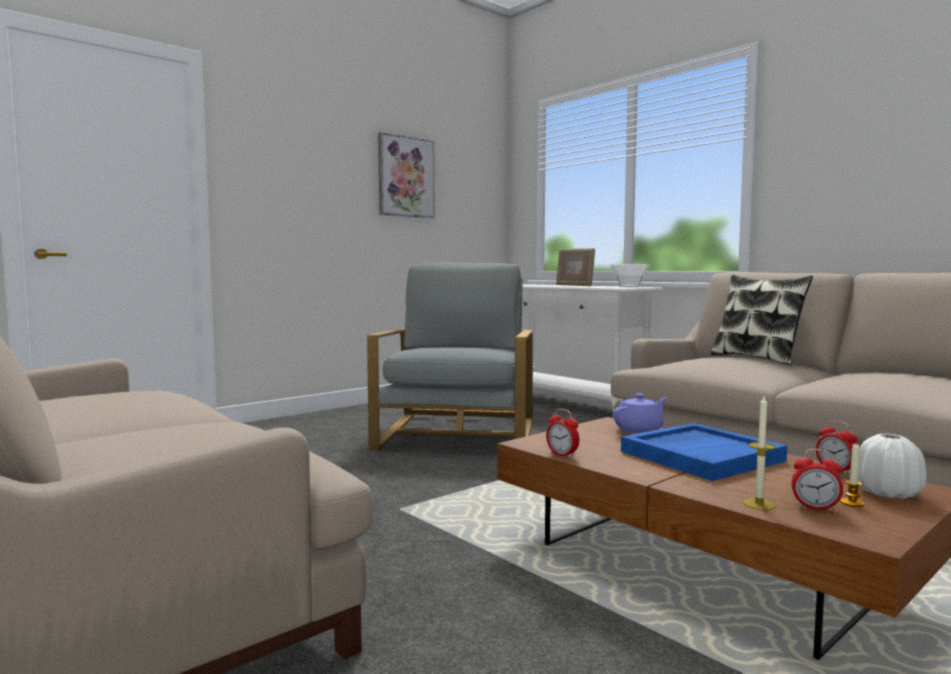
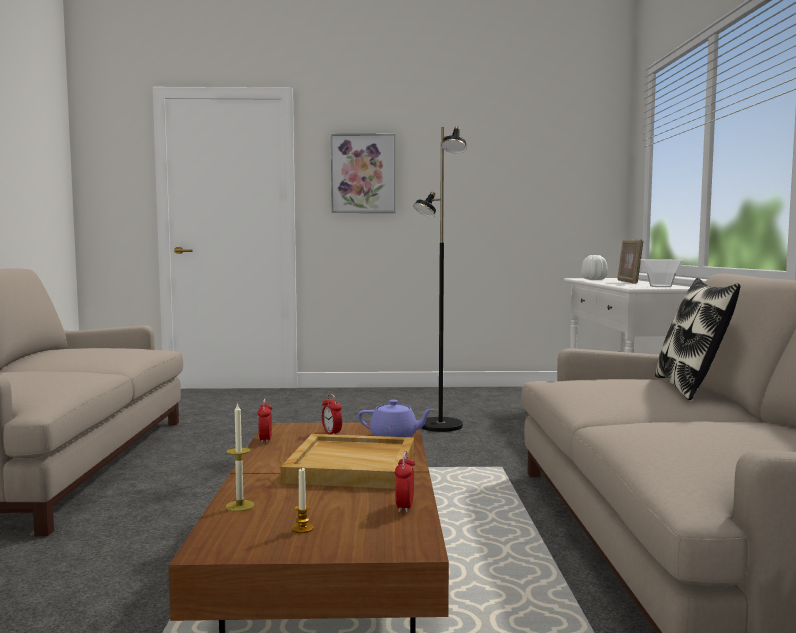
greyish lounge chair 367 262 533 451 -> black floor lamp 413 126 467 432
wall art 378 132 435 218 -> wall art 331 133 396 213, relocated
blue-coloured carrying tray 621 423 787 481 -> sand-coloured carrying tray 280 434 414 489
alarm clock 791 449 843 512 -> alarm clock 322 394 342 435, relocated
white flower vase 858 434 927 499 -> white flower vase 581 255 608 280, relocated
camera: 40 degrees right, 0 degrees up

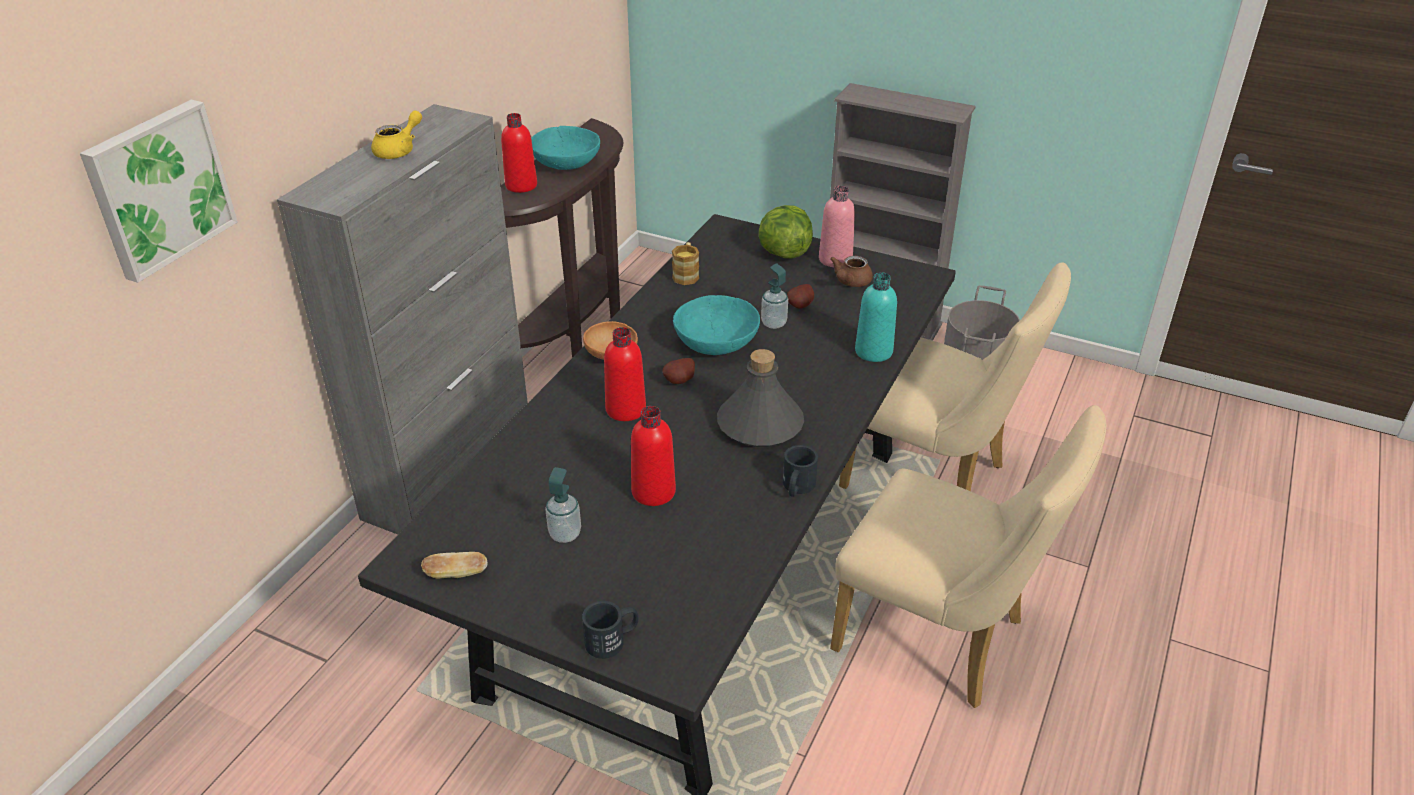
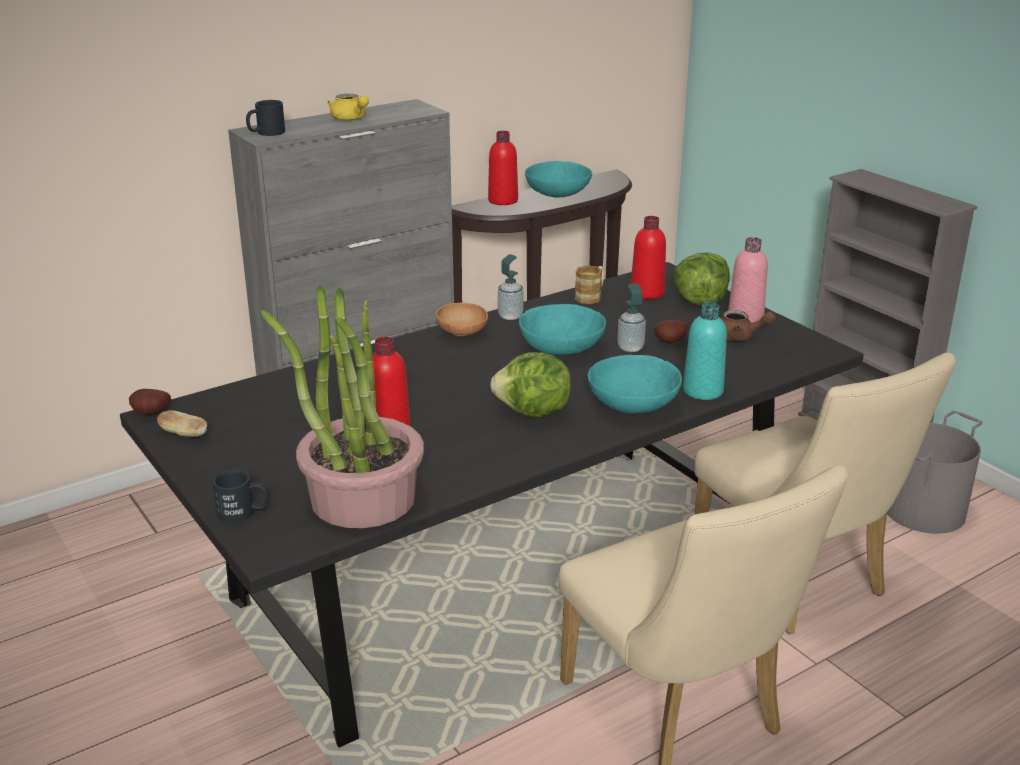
wall art 80 100 238 283 -> none
yellowish tea pot 371 111 422 159 -> yellowish tea pot 327 94 369 120, 75 degrees clockwise
liquid soap bottle 545 467 581 543 -> liquid soap bottle 498 254 524 320, relocated
red drink bottle 604 327 646 421 -> red drink bottle 631 216 666 299, relocated
whole potato 662 358 695 384 -> whole potato 129 389 171 415, relocated
greyish drink bottle 717 349 804 447 -> lettuce 490 352 571 418
black coffee mug 783 445 818 497 -> black coffee mug 246 100 285 136, relocated
brownish tea pot 830 256 873 287 -> brownish tea pot 721 310 776 341, 135 degrees counterclockwise
none -> potted plant 261 286 424 528
none -> turquoise bowl 588 355 682 414
camera: 30 degrees right, 10 degrees down

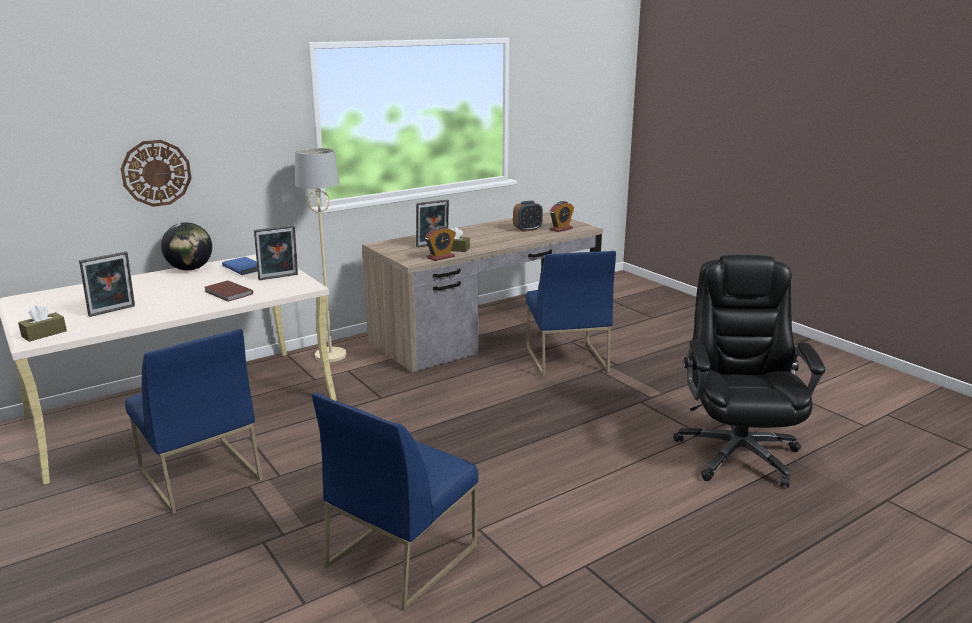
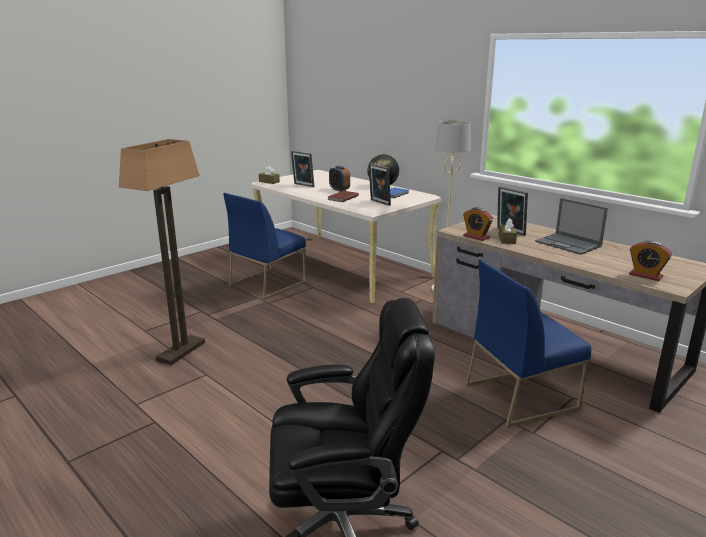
wall clock 121 140 192 207 -> none
blue-coloured plain chair 312 393 478 611 -> floor lamp 119 139 205 365
alarm clock 513 201 543 232 -> alarm clock 329 166 350 192, relocated
none -> portable computer 535 198 608 255
camera: 80 degrees right, 0 degrees up

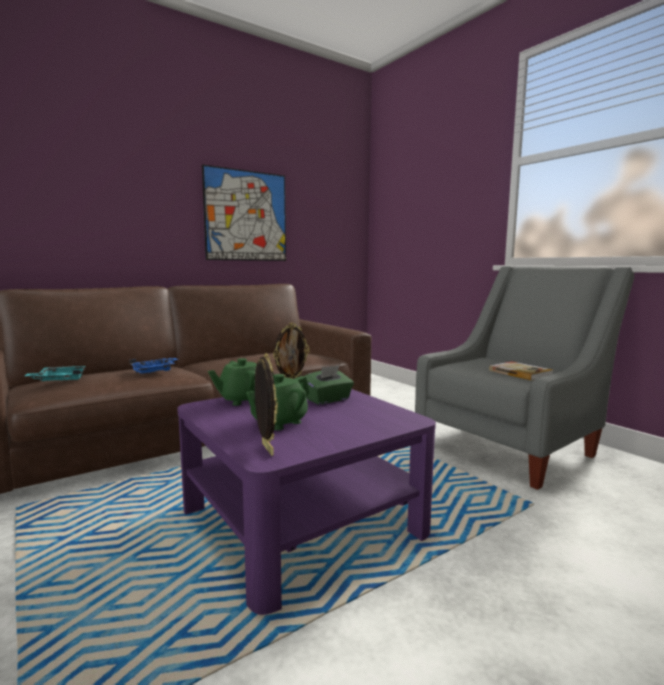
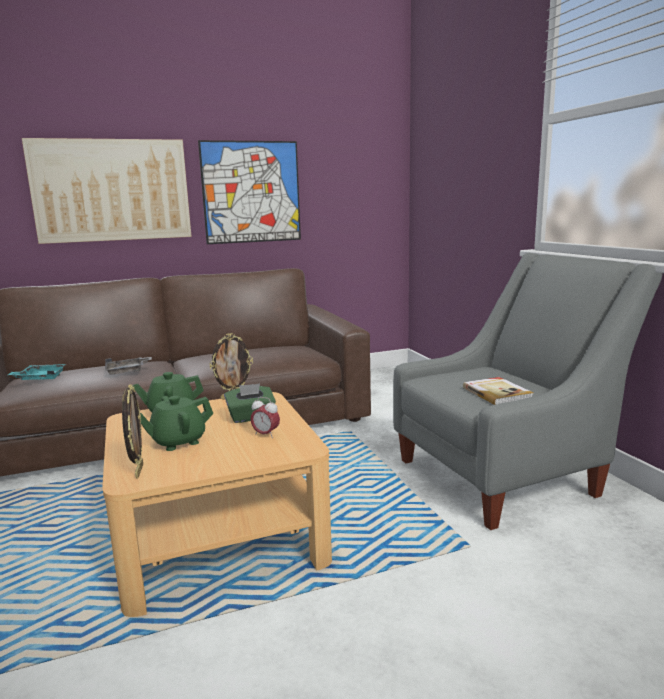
blue-coloured carrying tray 130 358 178 374 -> greyish carrying tray 105 357 152 374
purple-coloured lounge table 177 389 436 615 -> sand-coloured lounge table 102 392 332 617
none -> wall art 22 138 192 244
none -> alarm clock 251 397 280 438
camera: 15 degrees right, 5 degrees up

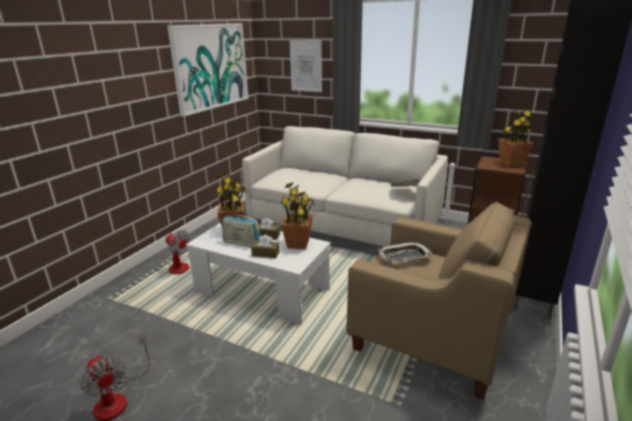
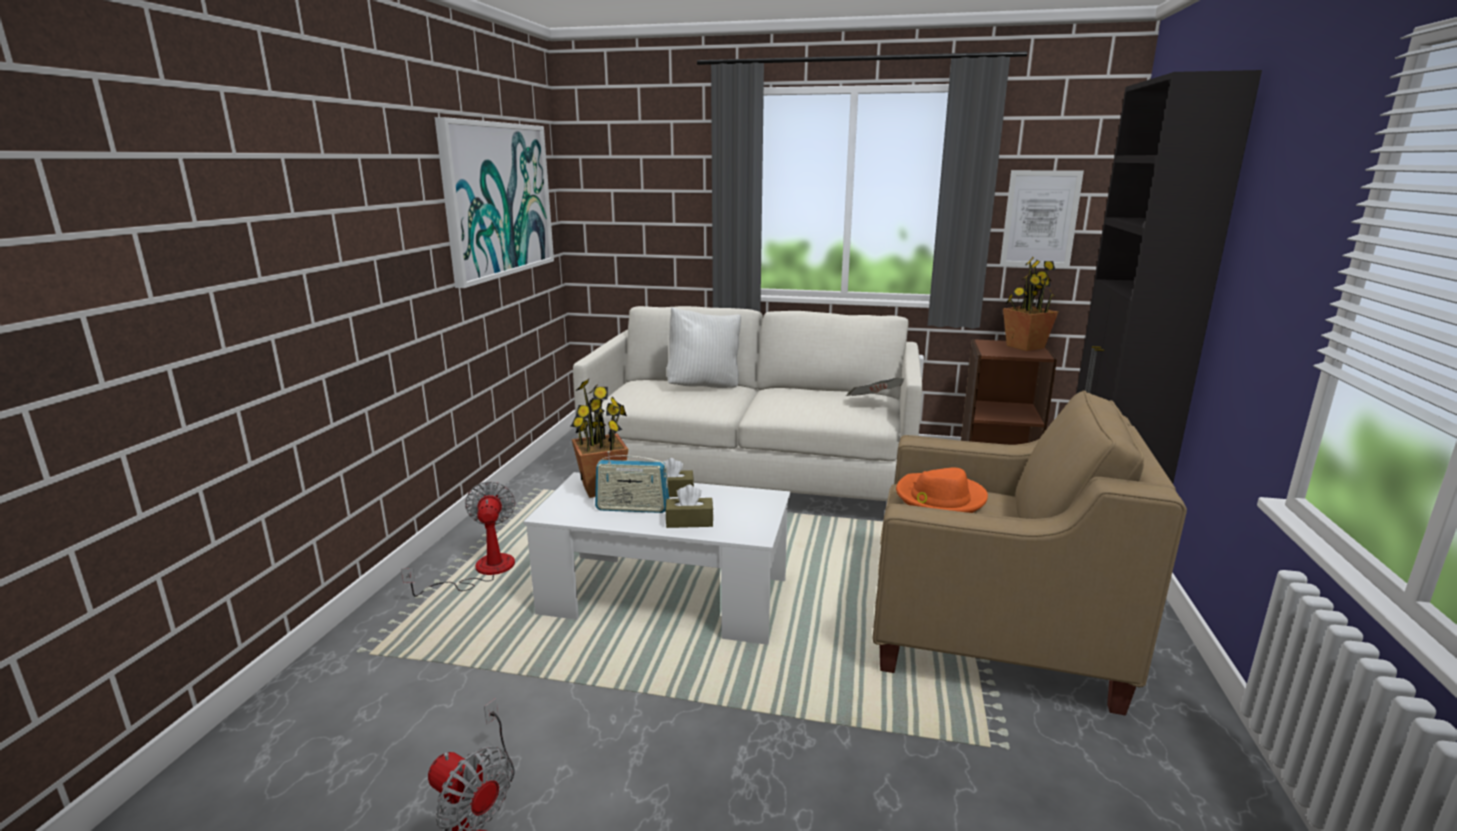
fan 166 230 191 274 -> fan 401 481 516 597, 120 degrees counterclockwise
potted plant 281 182 316 249 -> none
wall art 290 40 322 92 -> wall art 1000 170 1084 268, relocated
carrying tray 378 242 432 263 -> orange-coloured clothing hat 896 468 988 513
none -> white throw pillow 667 307 741 388
camera: 15 degrees left, 5 degrees down

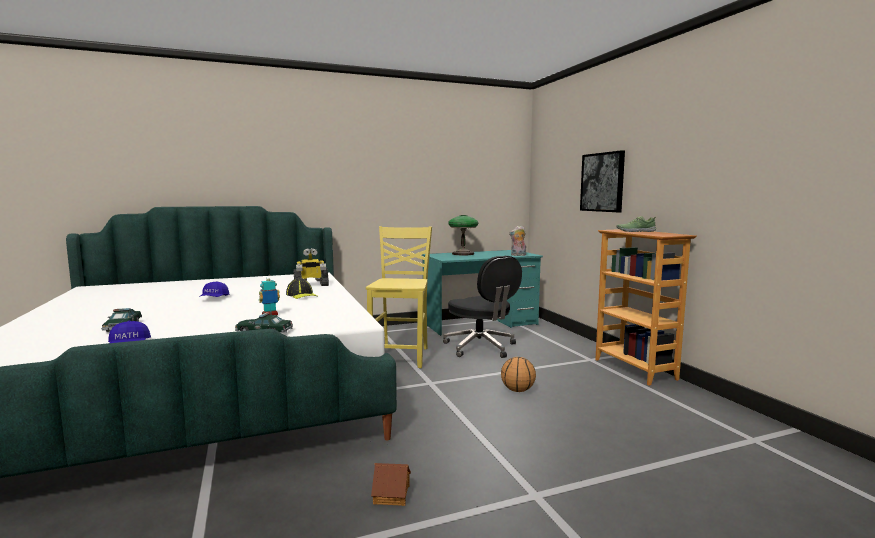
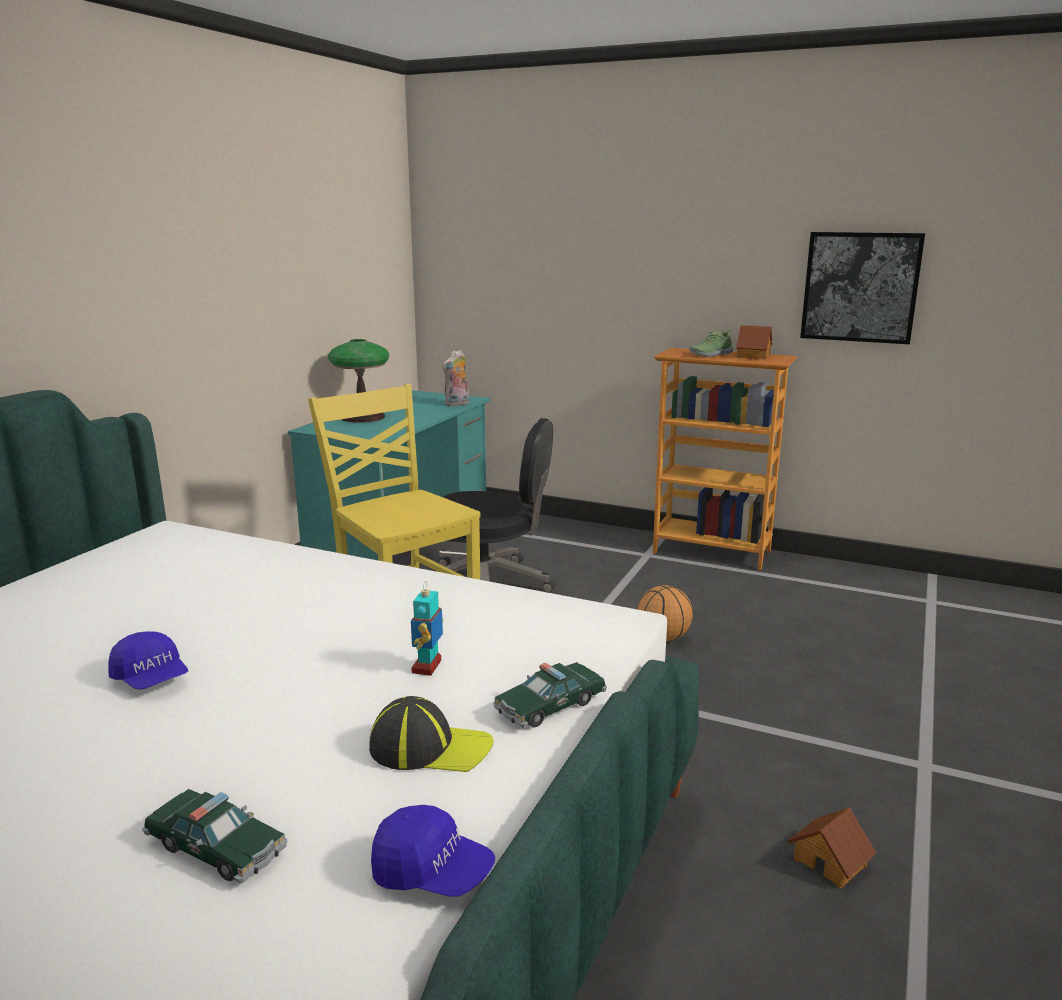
cap 286 278 317 299 -> cap 369 696 494 772, relocated
toy robot 294 248 329 286 -> none
wall art 580 150 625 212 -> wall art 800 232 925 344, relocated
none -> toy house 736 325 772 359
camera: 45 degrees left, 10 degrees up

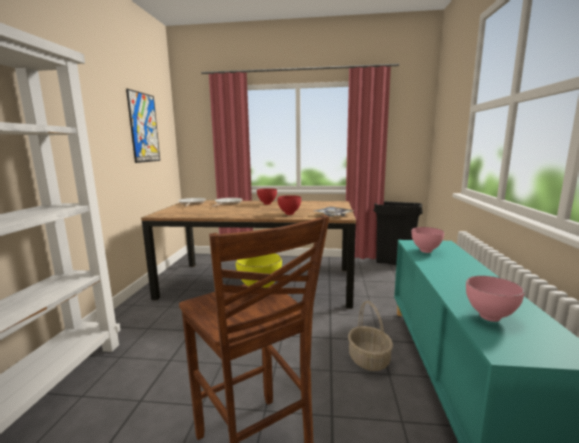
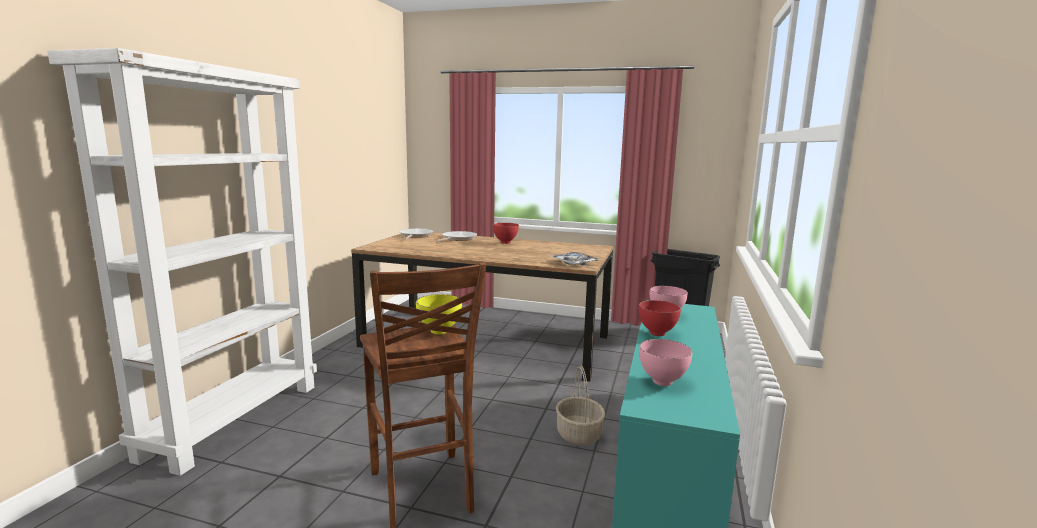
wall art 126 89 160 163 -> none
red bowl 277 195 301 215 -> red bowl 639 300 681 336, relocated
camera: 10 degrees right, 0 degrees up

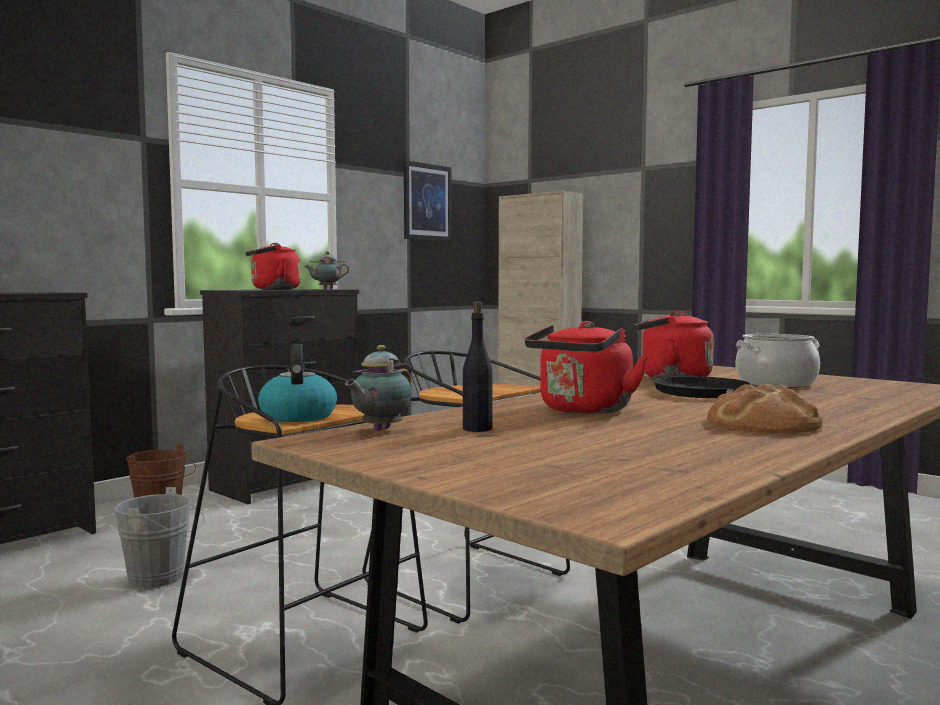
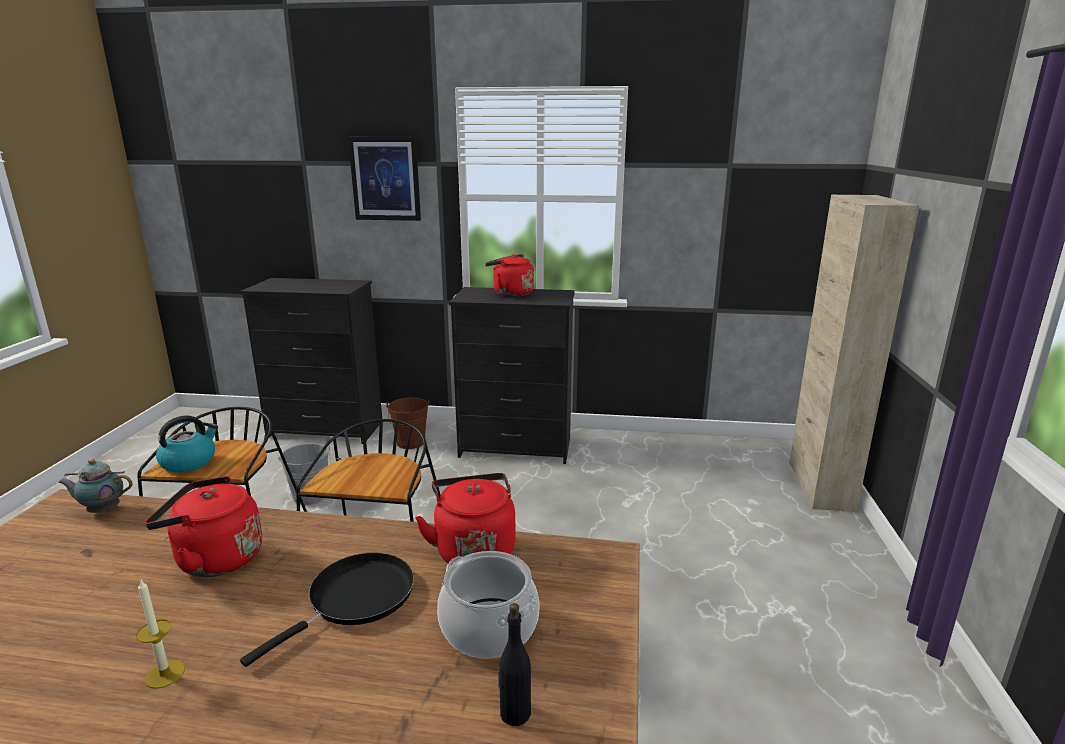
tea pot 305 252 349 289 -> none
wall art 404 160 452 241 -> wall art 348 137 421 221, relocated
black drink bottle 463 302 493 432 -> black drink bottle 498 603 531 726, relocated
baked bread 707 383 823 433 -> wax light 136 578 185 689
camera: 55 degrees right, 15 degrees up

